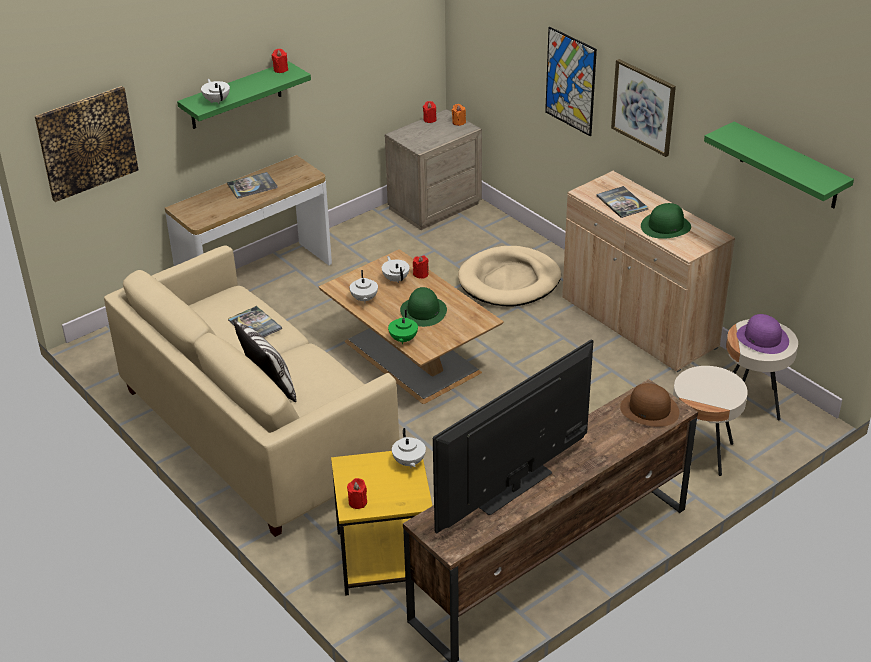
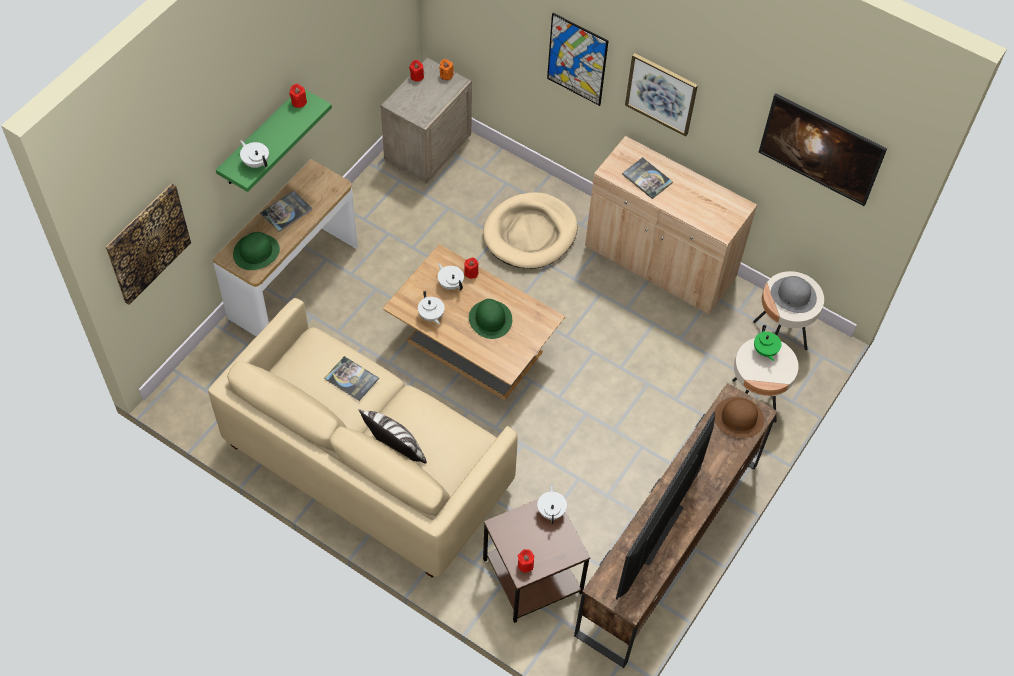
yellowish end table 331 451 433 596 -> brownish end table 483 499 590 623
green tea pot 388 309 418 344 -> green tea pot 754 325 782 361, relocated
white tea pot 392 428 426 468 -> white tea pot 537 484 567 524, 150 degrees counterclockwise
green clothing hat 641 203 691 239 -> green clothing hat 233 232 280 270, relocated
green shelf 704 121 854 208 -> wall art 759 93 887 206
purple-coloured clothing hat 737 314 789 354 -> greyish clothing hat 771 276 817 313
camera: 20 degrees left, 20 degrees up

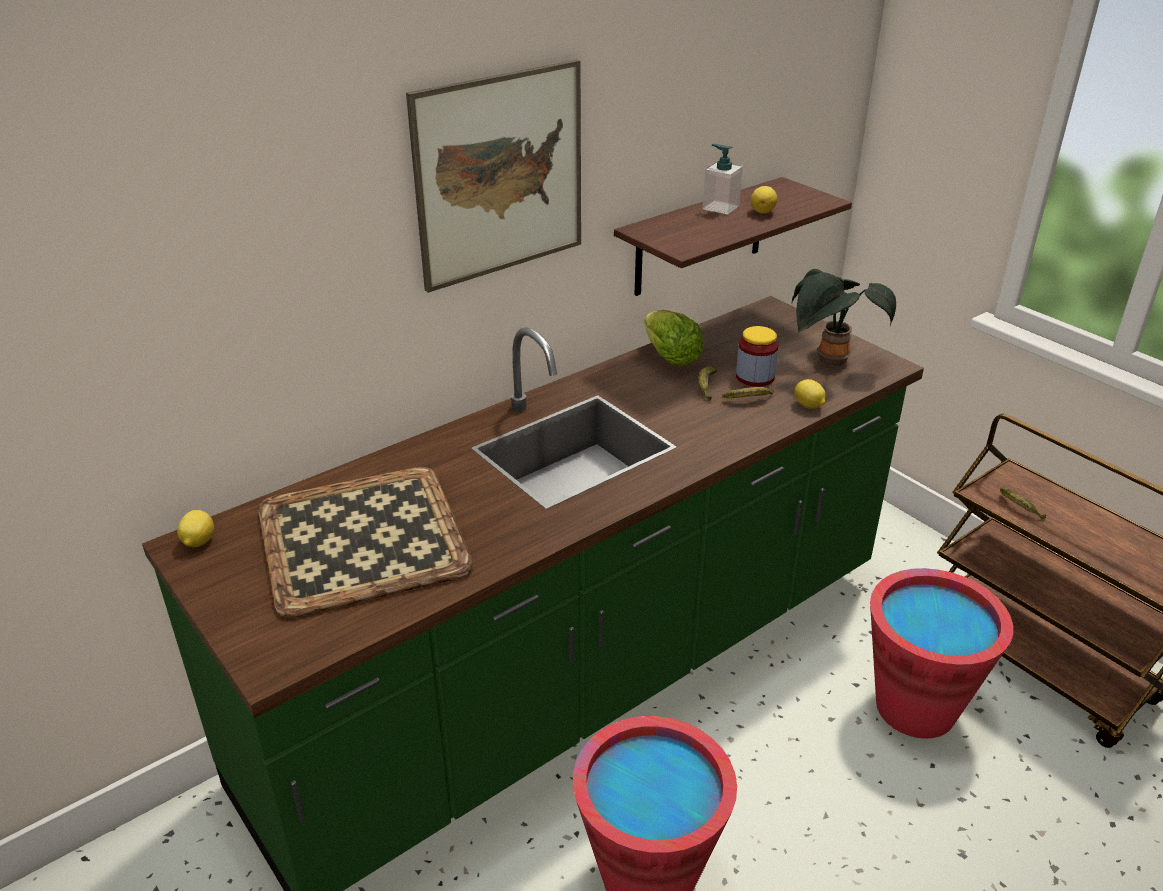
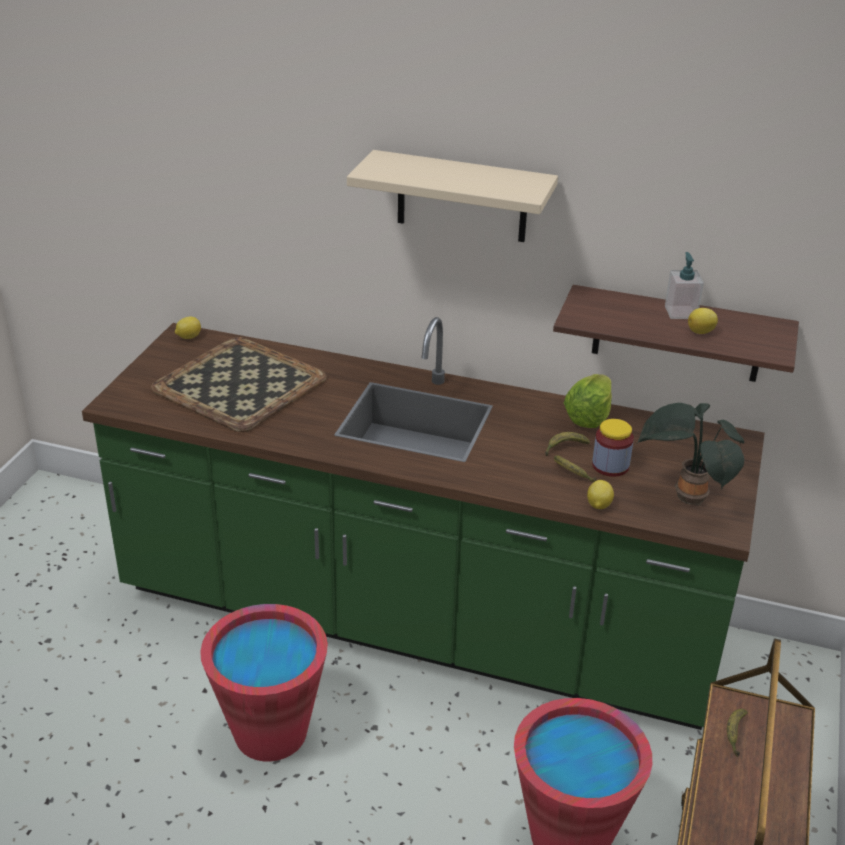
wall art 406 59 581 293 -> sand-coloured shelf 347 150 558 242
camera: 55 degrees right, 0 degrees up

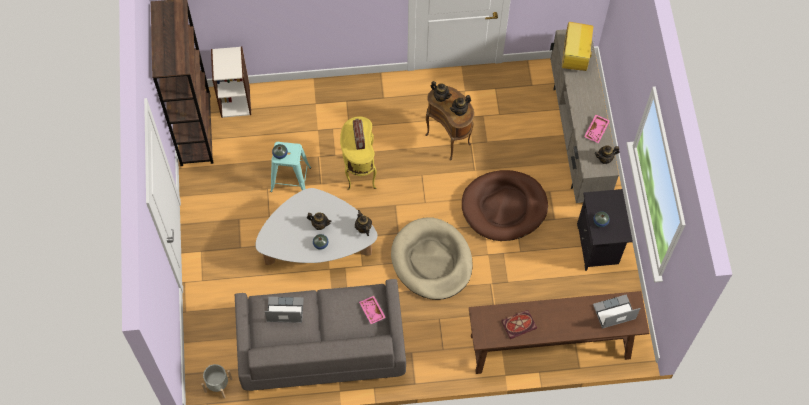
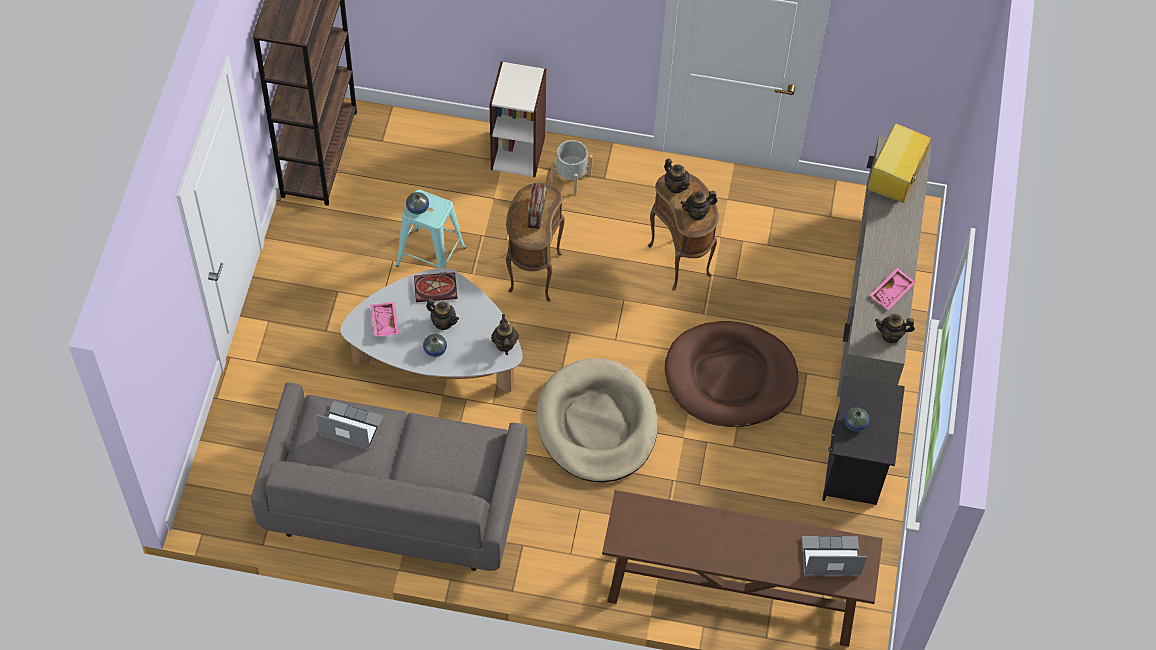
greyish flower pot 201 364 232 398 -> greyish flower pot 551 140 593 195, relocated
bookshelf 211 47 251 118 -> bookshelf 489 61 547 177, relocated
yellowish end table 340 116 377 190 -> brownish end table 506 183 565 302
pinkish carrying tray 359 296 386 324 -> pinkish carrying tray 370 302 399 337, relocated
volume 501 310 537 339 -> volume 414 272 458 302, relocated
camera: 15 degrees right, 5 degrees down

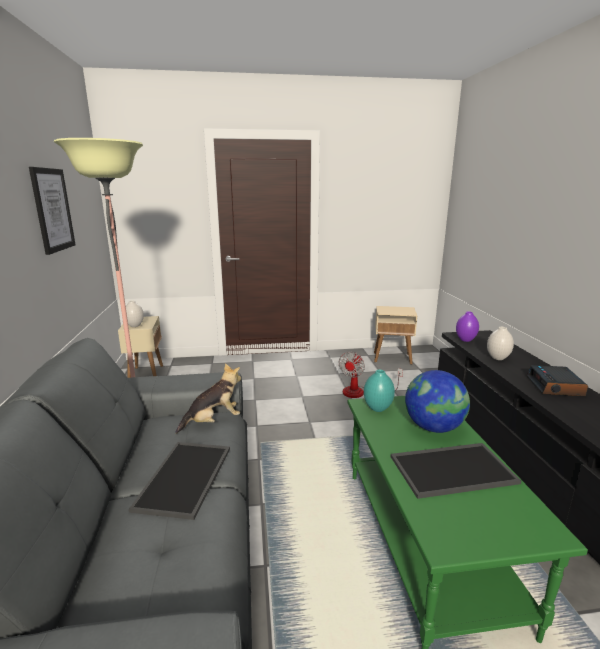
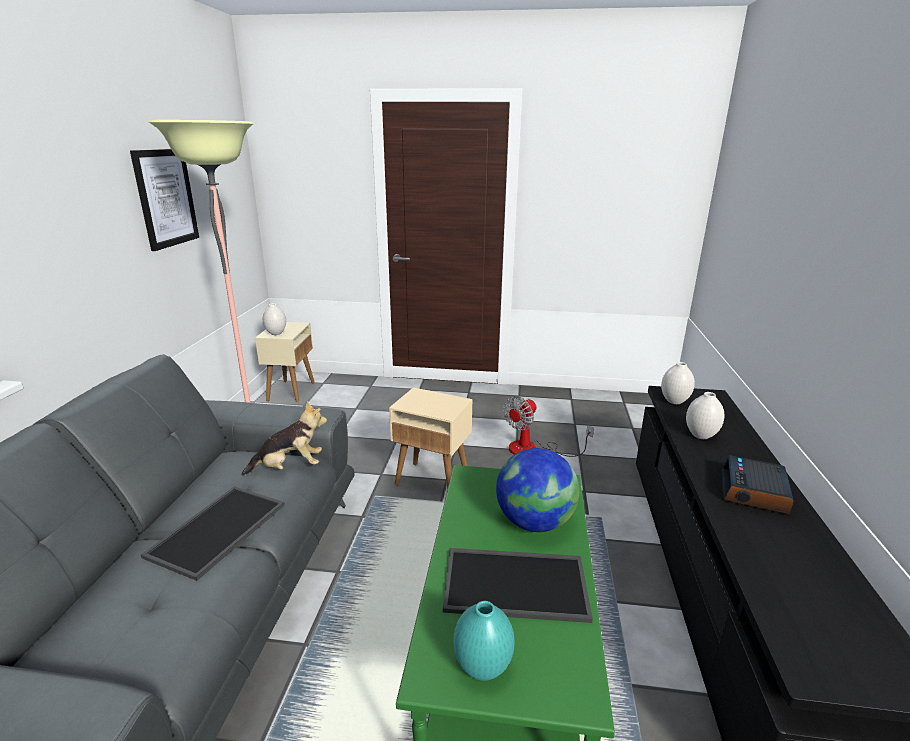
turquoise flower vase 364 370 395 412 -> turquoise flower vase 453 601 515 681, relocated
sand-coloured end table 374 306 417 365 -> sand-coloured end table 389 387 472 489, relocated
purple-coloured flower vase 456 311 479 342 -> white flower vase 661 362 695 404
camera: 15 degrees right, 5 degrees up

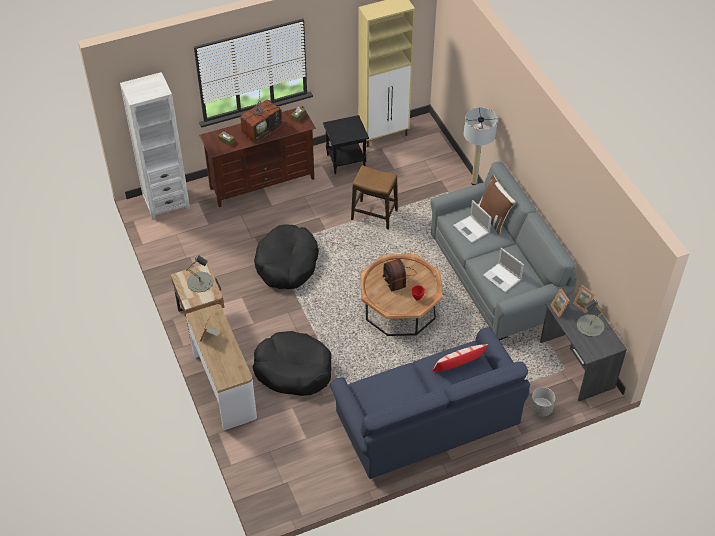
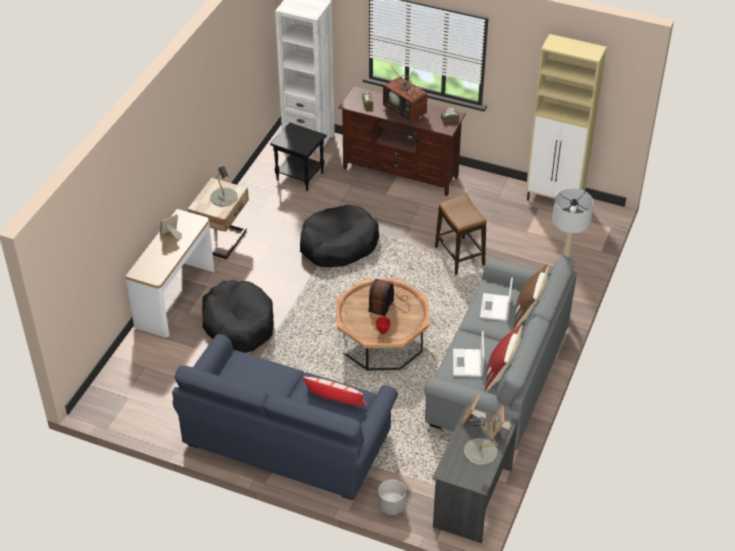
TV 240 93 283 142 -> TV 383 66 429 123, 45 degrees clockwise
black end table 323 115 369 174 -> black end table 270 123 326 191, relocated
none -> red throw pillow 485 325 522 392
camera: 45 degrees right, 5 degrees down

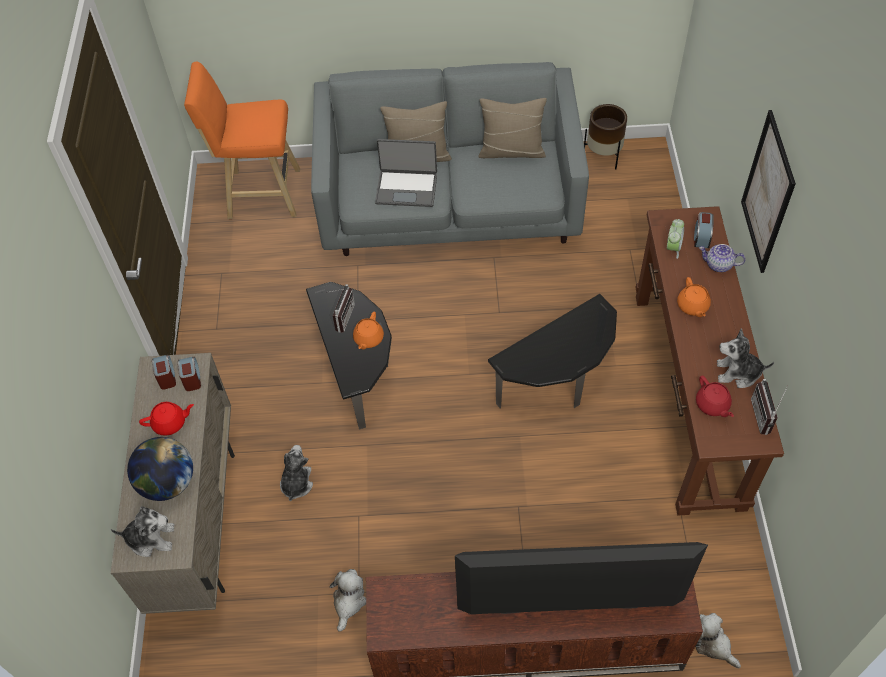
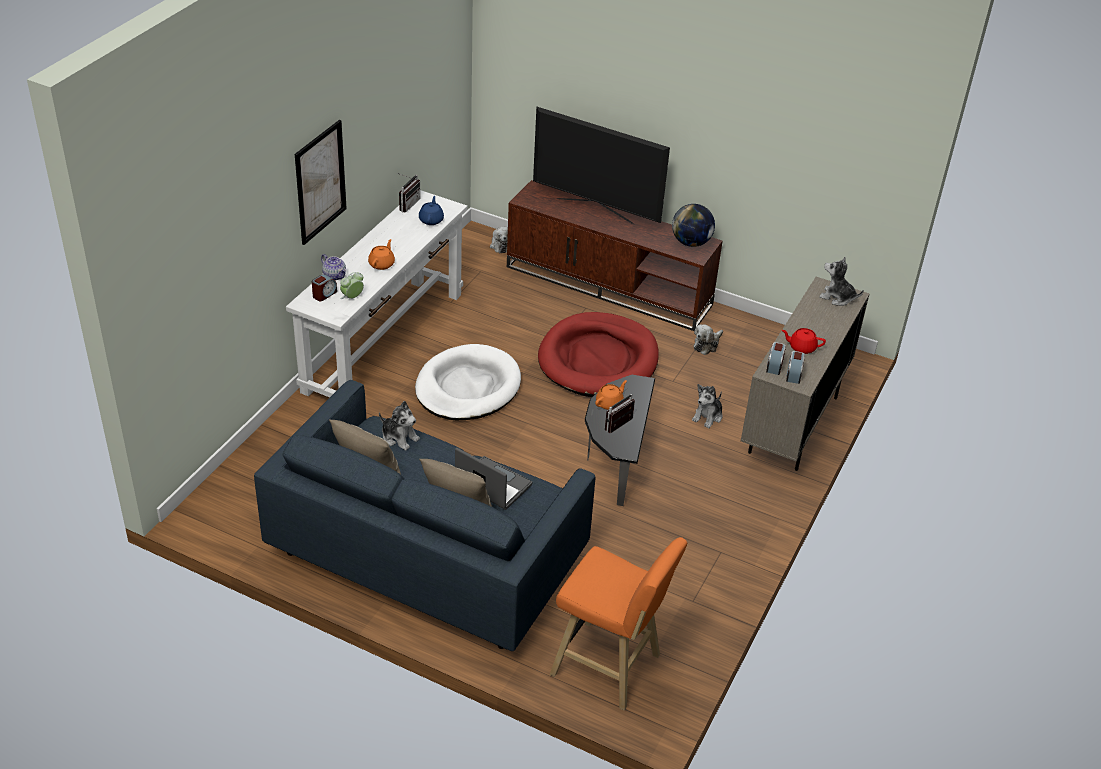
globe 127 437 193 501 -> globe 672 204 715 247, relocated
greyish couch 311 62 589 256 -> blue-coloured couch 254 380 595 652
end table 488 294 617 409 -> white dog cushion 415 344 521 420
brownish flower pot 584 104 627 170 -> none
brownish hall table 635 206 784 515 -> white hall table 286 190 467 397
red tea pot 696 376 734 417 -> blue-coloured tea pot 419 196 444 225
cuddly toy 717 329 774 388 -> cuddly toy 379 401 420 451, relocated
none -> red dog cushion 538 312 659 397
camera: 155 degrees left, 15 degrees down

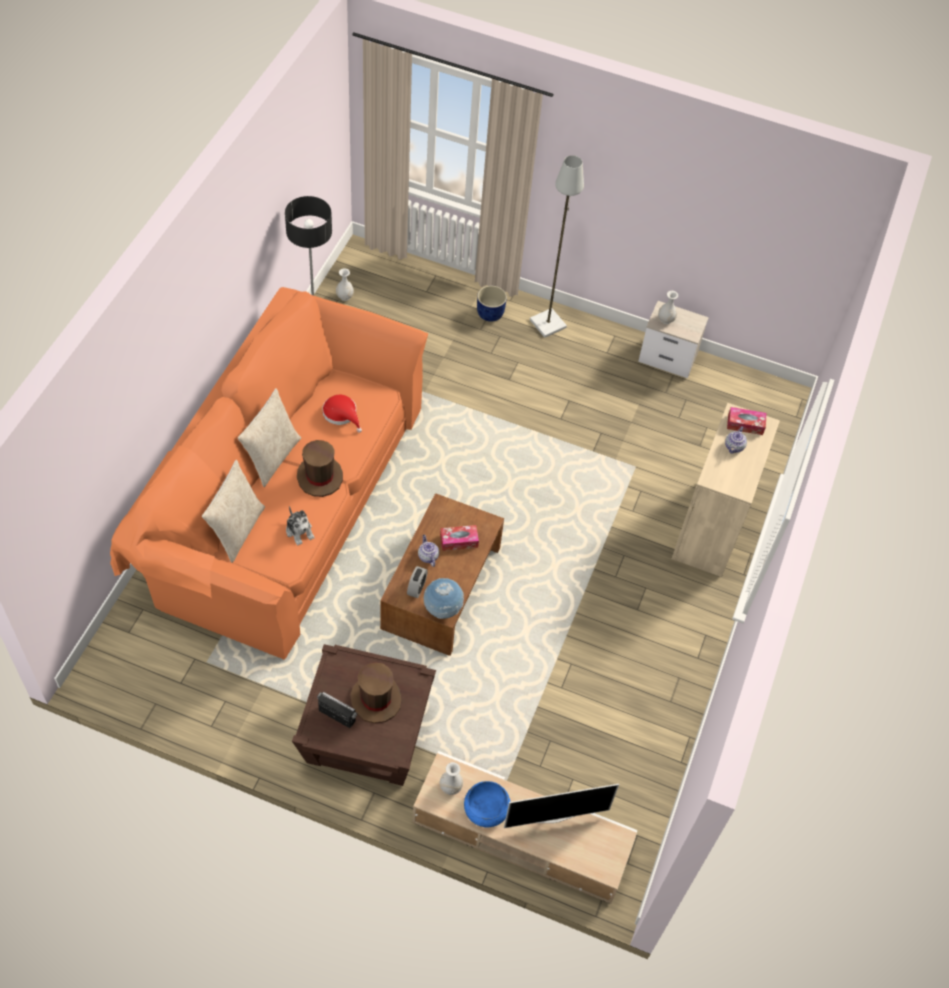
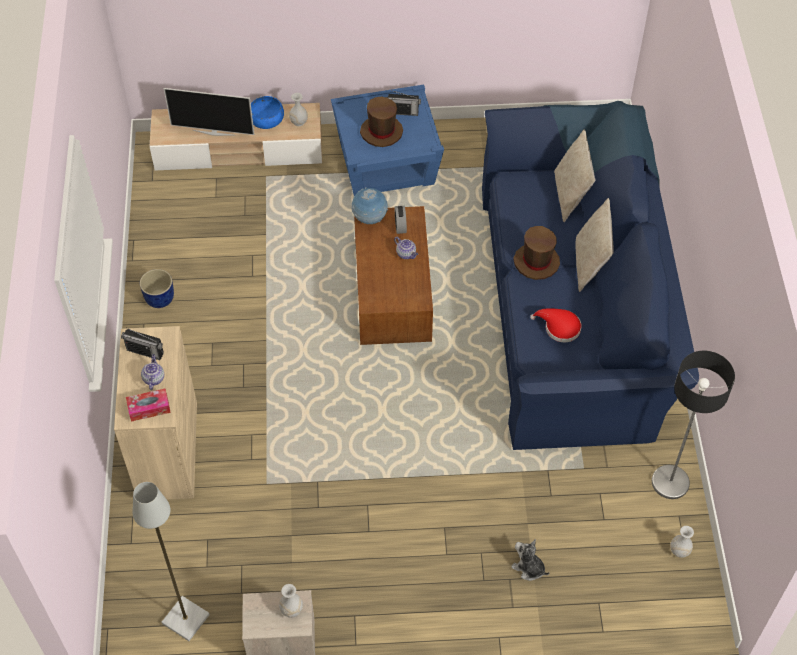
orange-coloured couch 110 287 428 660 -> blue-coloured couch 482 101 699 450
cuddly toy 286 506 314 546 -> cuddly toy 511 539 550 581, relocated
brownish end table 292 644 436 786 -> blue-coloured end table 331 85 444 196
tissue box 440 525 479 551 -> none
blue-coloured flower pot 477 286 507 322 -> blue-coloured flower pot 140 269 174 308, relocated
TV 504 784 619 828 -> TV 164 88 255 136, 135 degrees counterclockwise
greyish floor lamp 530 155 584 338 -> greyish floor lamp 133 482 210 641, relocated
none -> radio receiver 121 328 164 360
camera: 160 degrees right, 0 degrees up

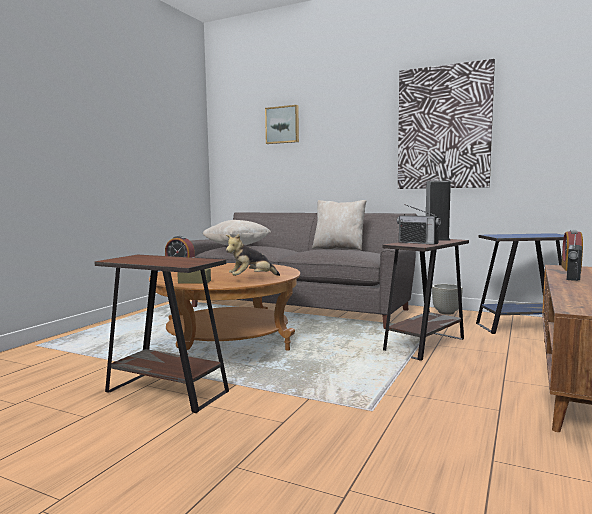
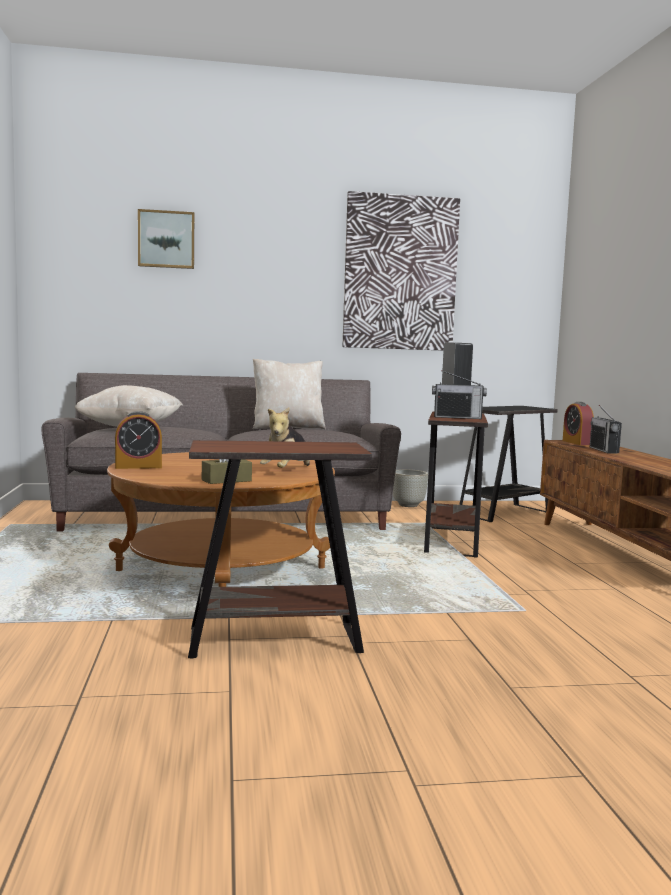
blue-coloured end table 476 233 564 334 -> black end table 459 406 558 522
camera: 35 degrees left, 0 degrees up

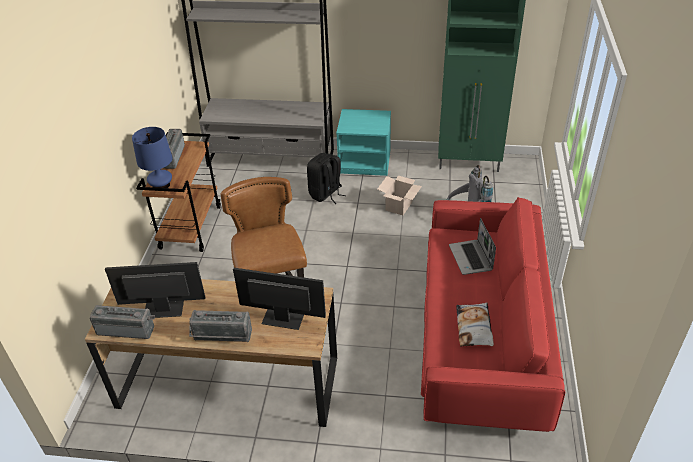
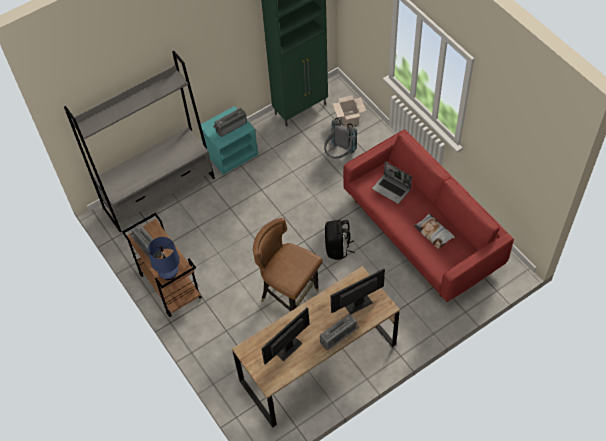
radio receiver 90 305 155 339 -> radio receiver 213 108 247 137, relocated
black backpack 307 153 346 204 -> black backpack 325 220 355 260, relocated
packing box 377 176 422 215 -> packing box 332 95 366 127, relocated
camera: 40 degrees left, 15 degrees up

